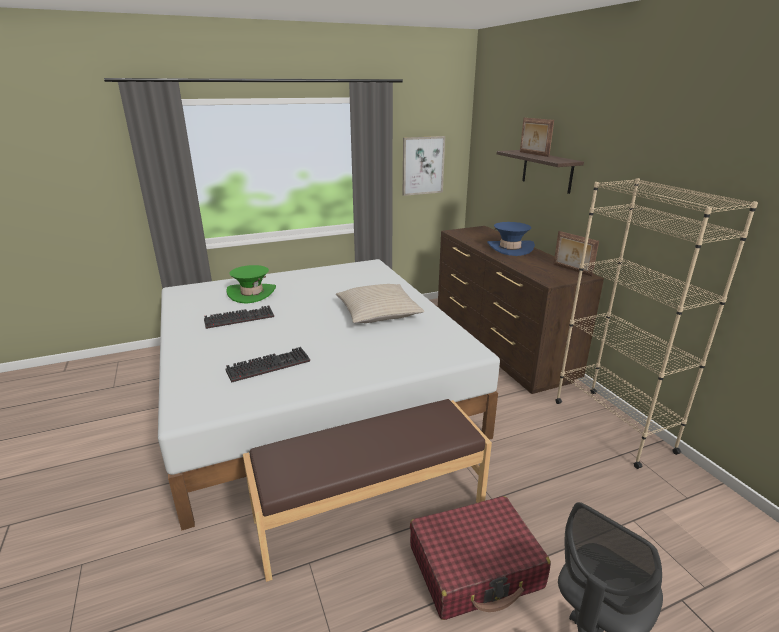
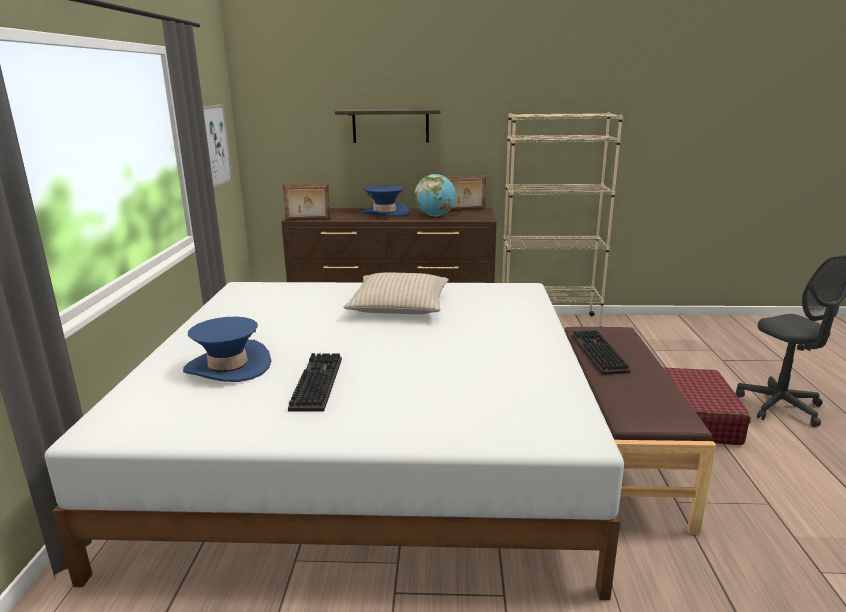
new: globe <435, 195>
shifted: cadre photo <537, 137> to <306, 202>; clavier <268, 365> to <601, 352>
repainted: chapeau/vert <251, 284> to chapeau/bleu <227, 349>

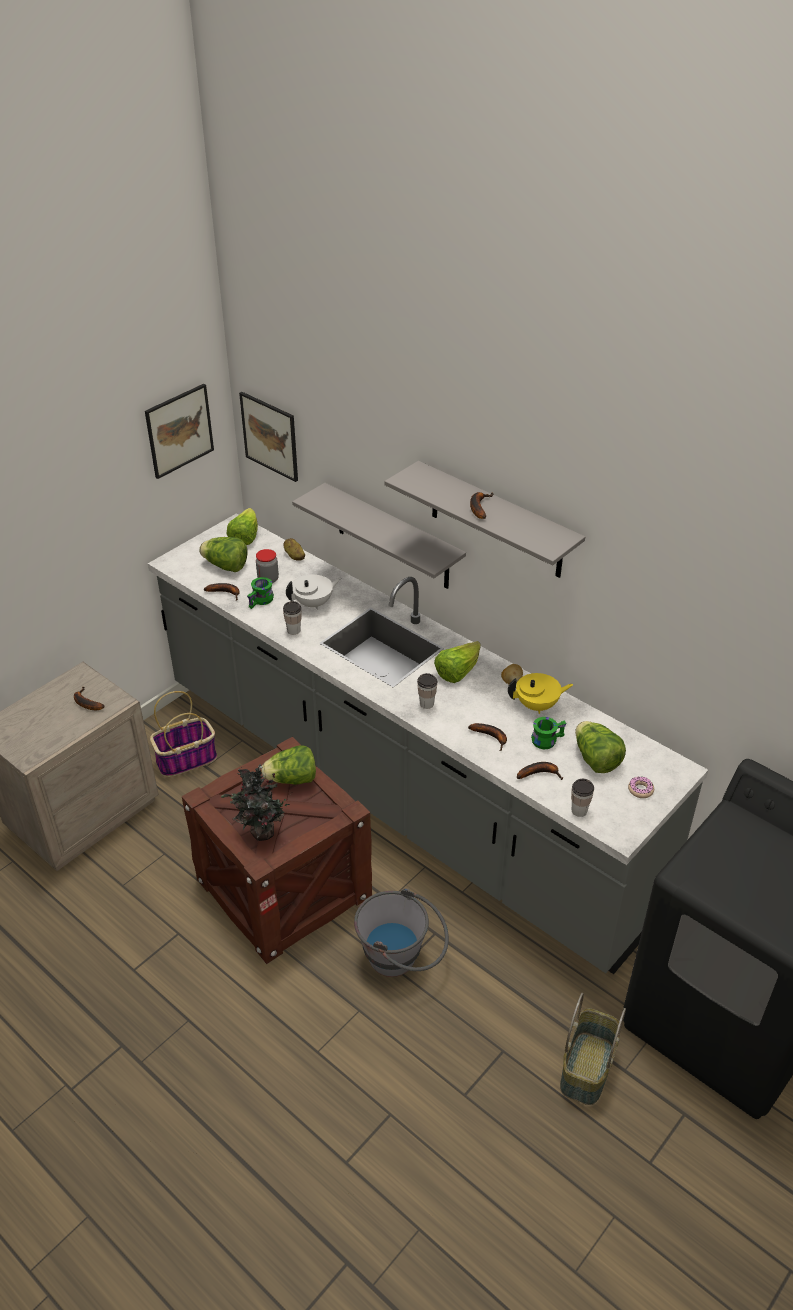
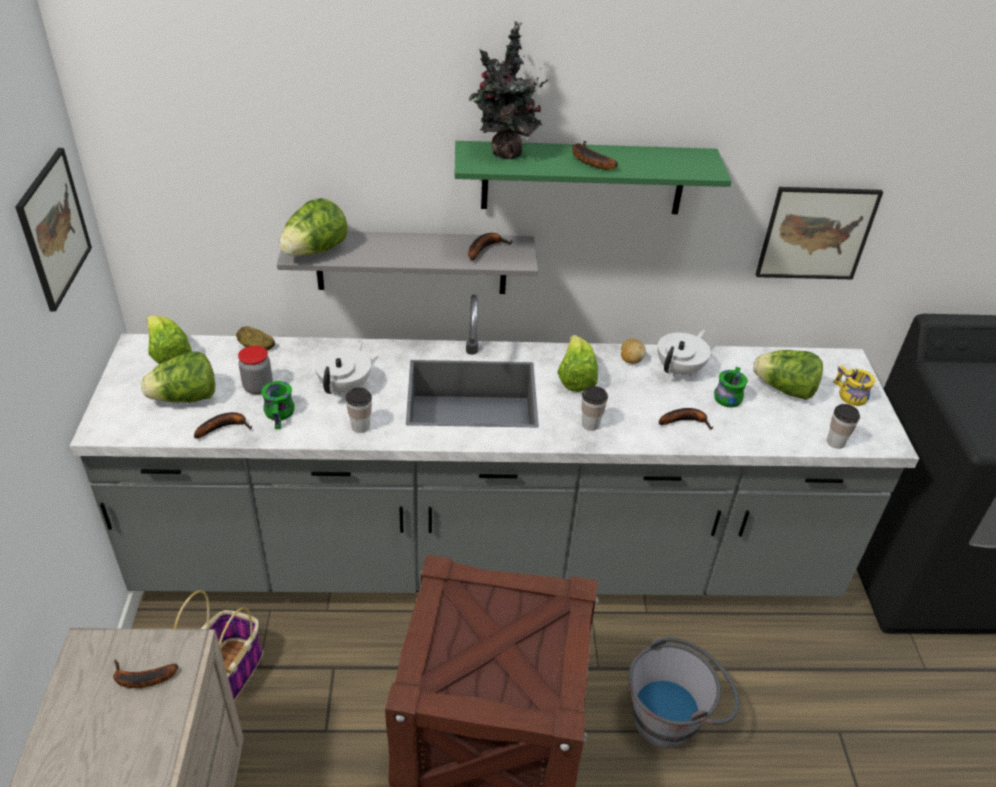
gone: panier <593, 1049>
shifted: tableau <268, 437> to <819, 233>; laitue <288, 765> to <313, 227>; banane <540, 771> to <490, 246>; plante en pot <257, 802> to <508, 90>
swapped: beignet <641, 787> to mug/jaune <854, 386>
repainted: étagère/gris <485, 519> to étagère/vert <592, 177>; théière/jaune <540, 693> to théière/blanc <684, 353>

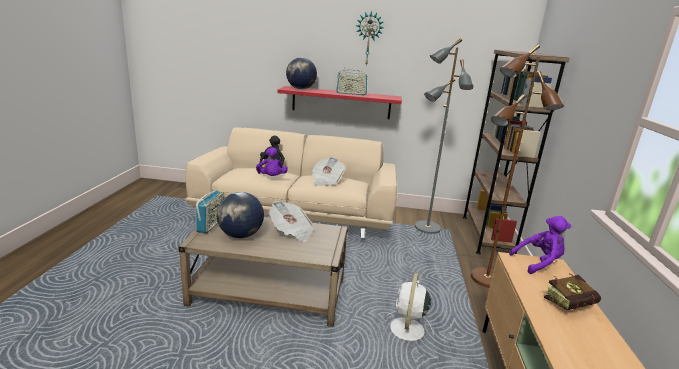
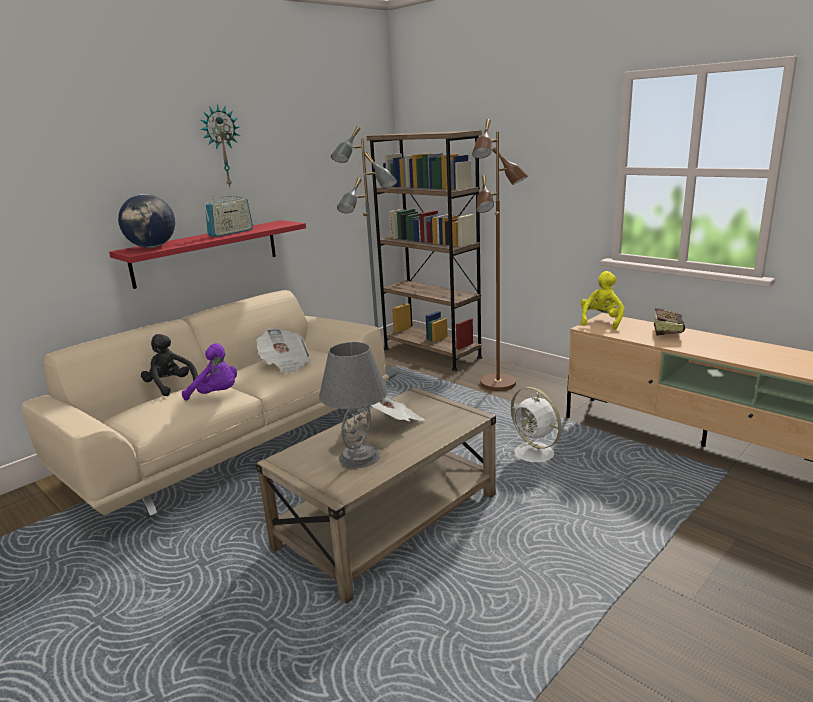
gone: radio <210, 212>
swapped: globe <240, 215> to lampe de table/gris <353, 405>
repainted: peluche/violet <540, 245> to peluche/jaune <602, 300>

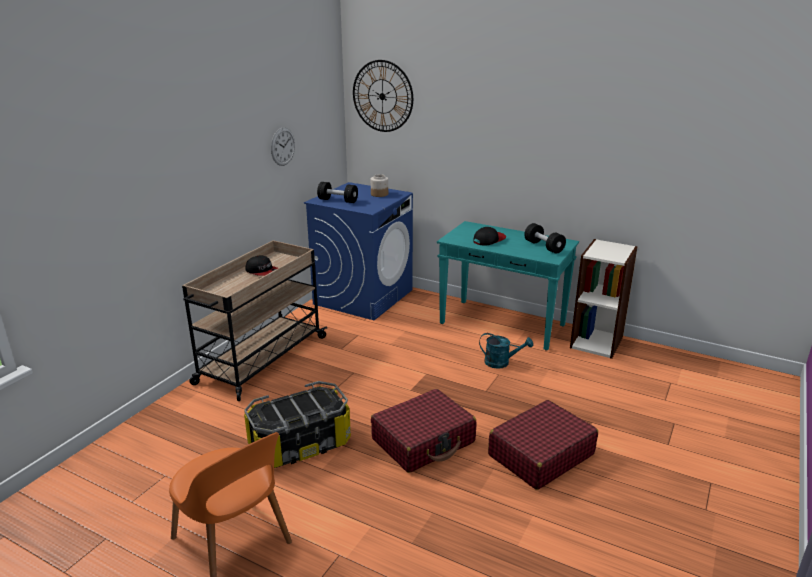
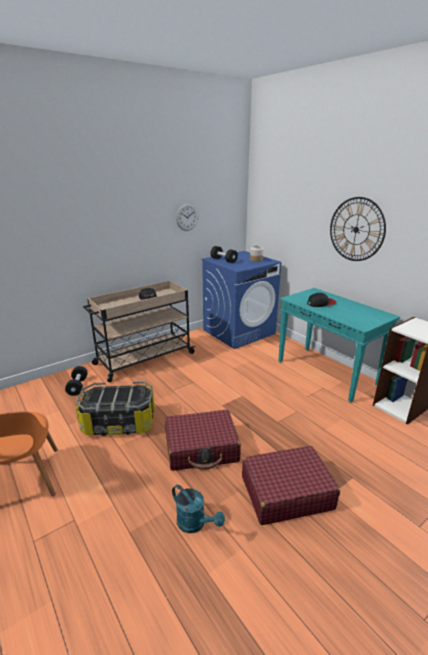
shifted: horloge murale <383, 96> to <358, 229>; haltère/noir <545, 238> to <76, 381>; arrosoir/turquoise <506, 351> to <198, 509>

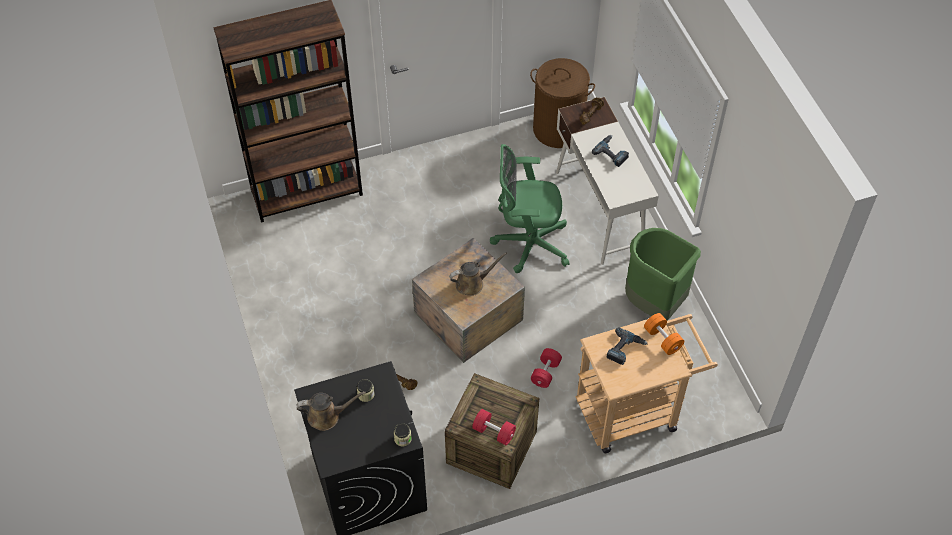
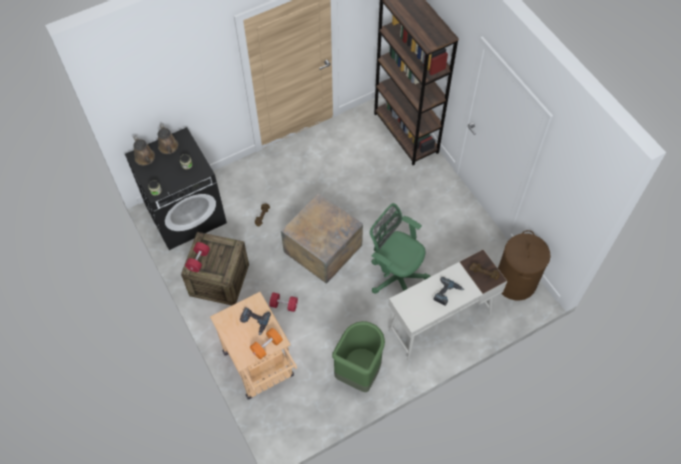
shifted: arrosoir/marron <478, 274> to <144, 150>
rotated: chaise de bureau/vert <530, 208> = <400, 248> 45 degrees counterclockwise

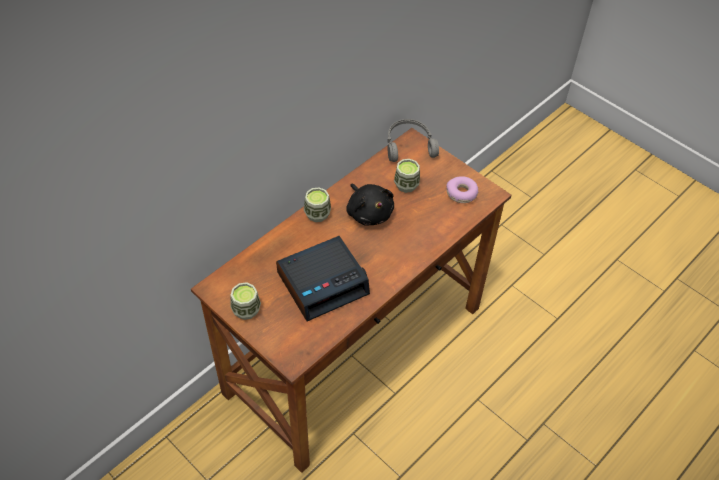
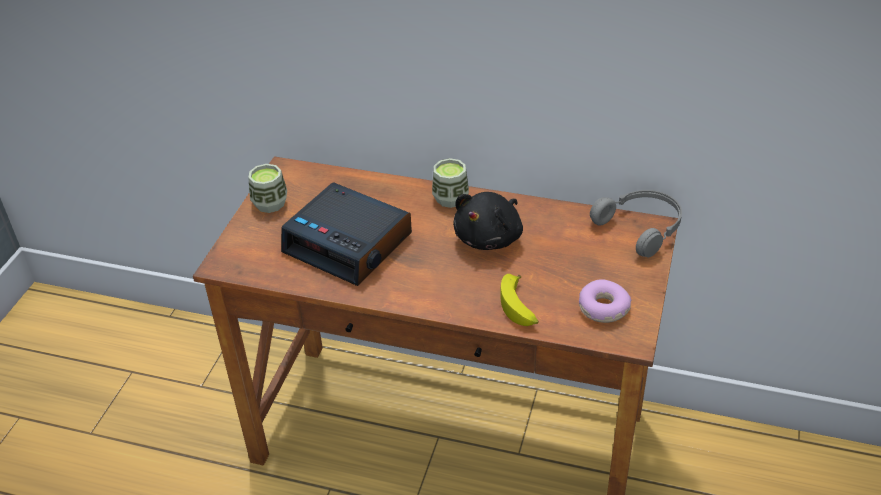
gone: tasse <407, 176>
new: banane <520, 300>

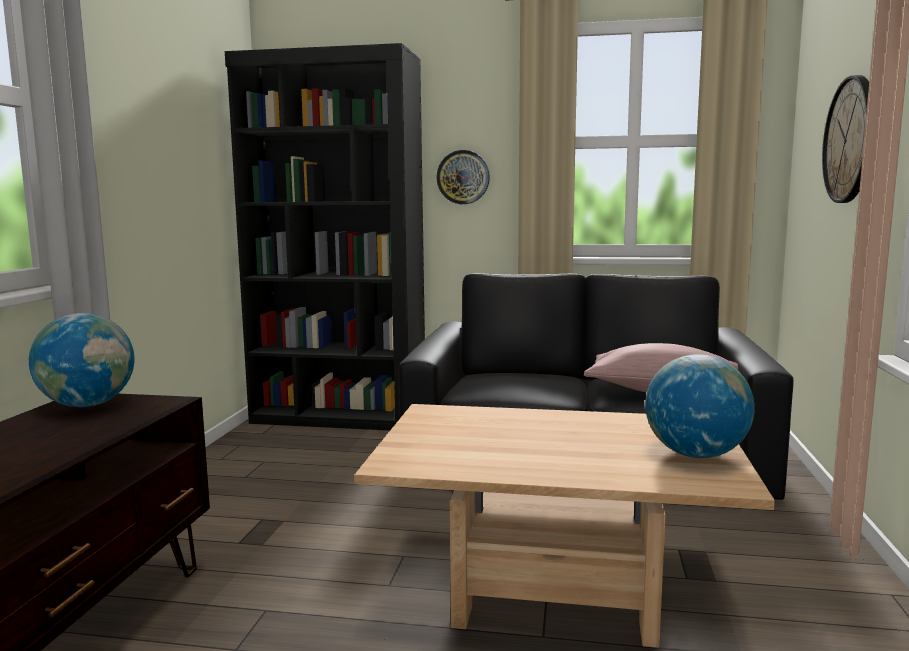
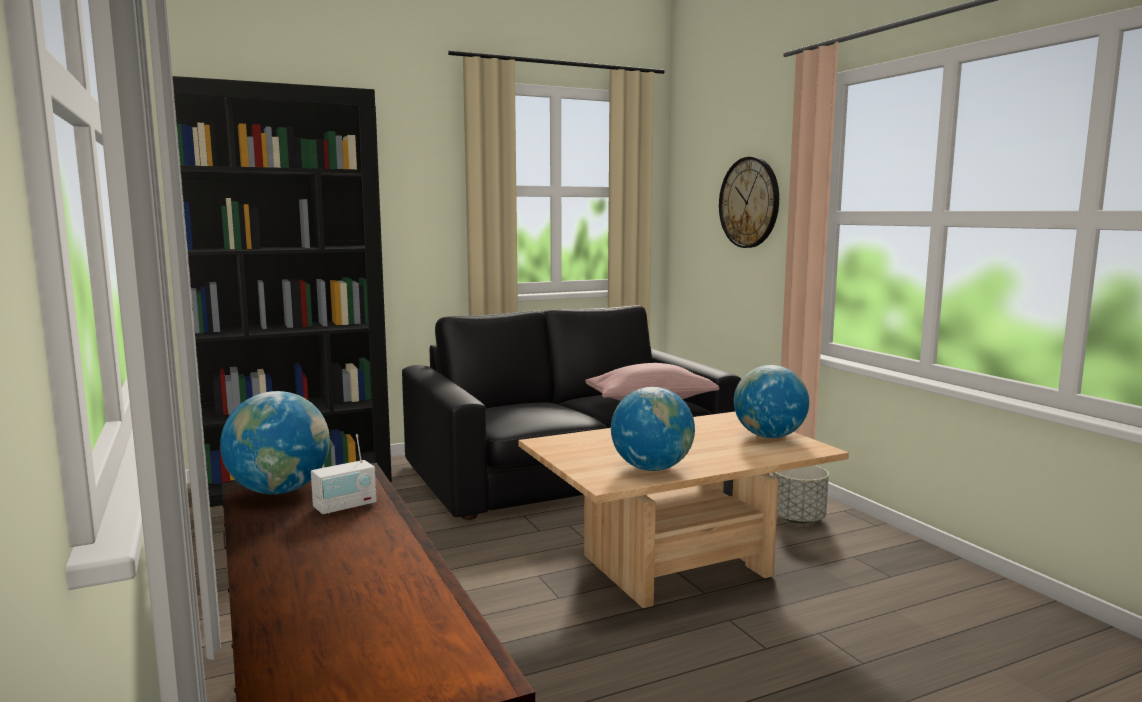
gone: horloge murale <463, 177>
new: globe <653, 429>; radio <344, 474>; cache-pot/gris <801, 494>

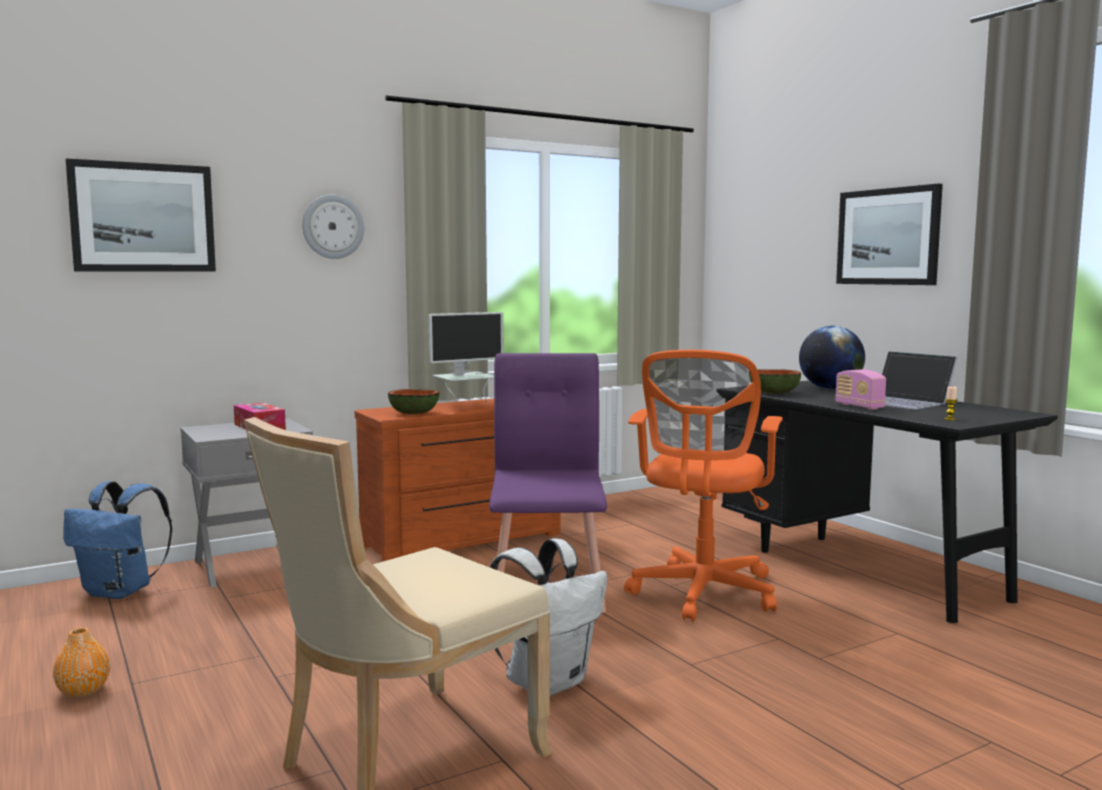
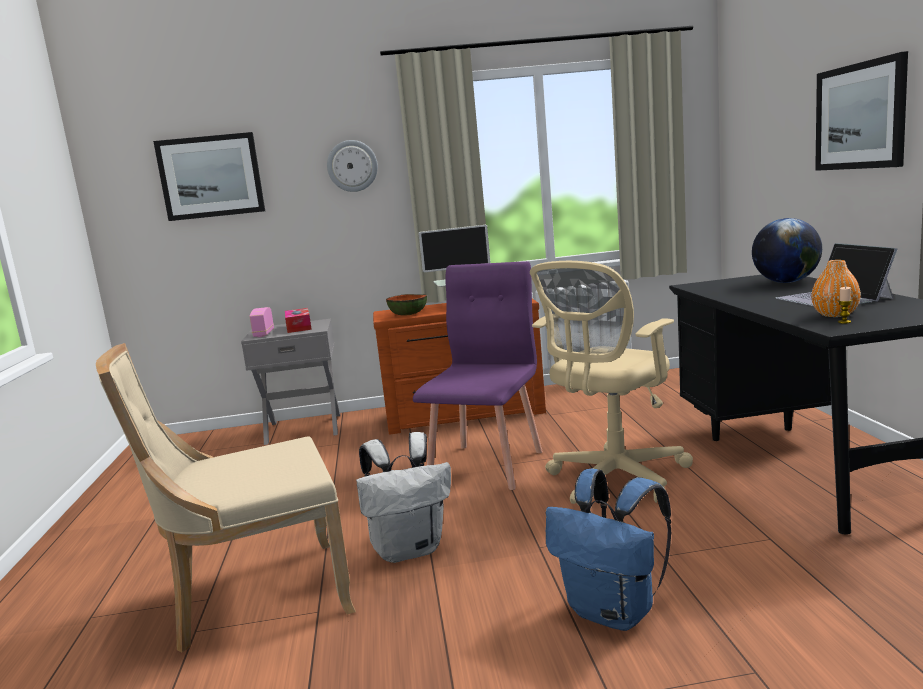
gone: bol <779, 381>
shifted: radio <860, 390> to <261, 322>; sac à dos/bleu <117, 540> to <608, 549>; vase/orange <81, 662> to <836, 288>
repainted: chaise de bureau/orange <703, 485> to chaise de bureau/beige <611, 383>

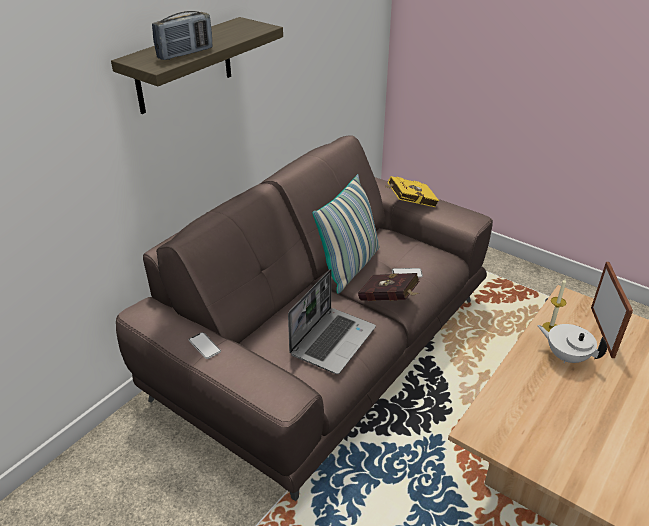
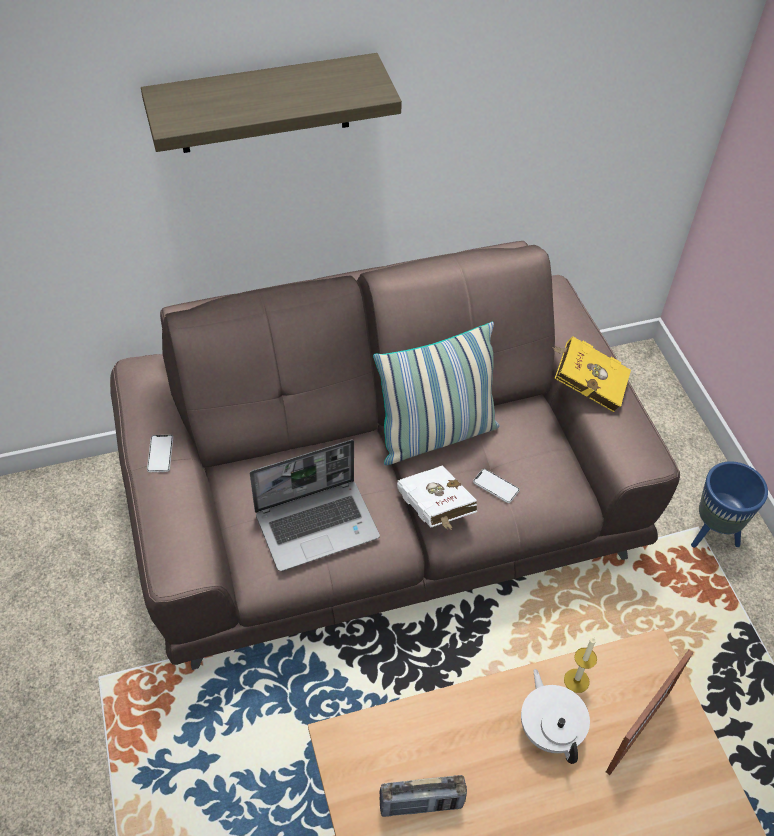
new: cache-pot/bleu <729, 504>
shifted: radio <182, 35> to <423, 796>
repainted: livre/rouge <389, 287> to livre/blanc <437, 497>

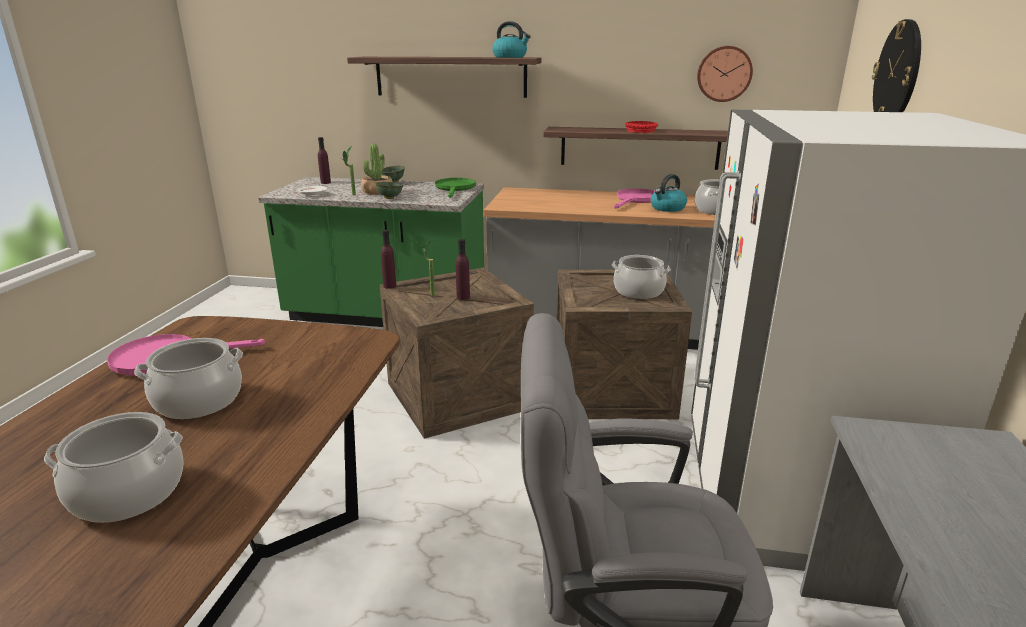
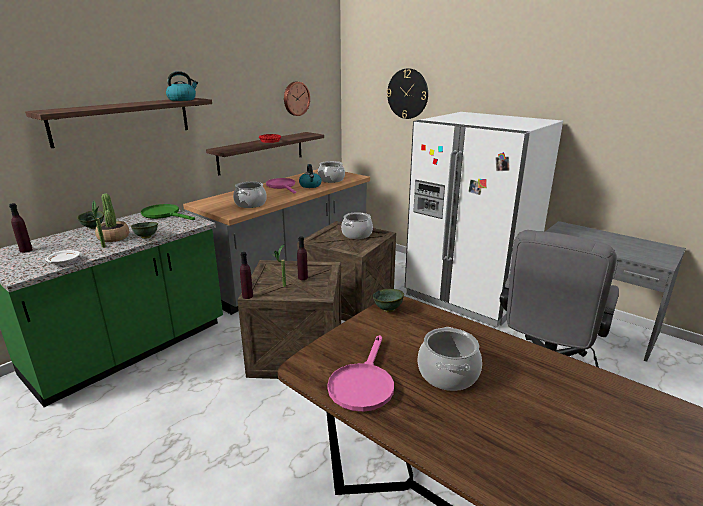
new: bol/vert <388, 300>
shifted: marmite <114, 467> to <250, 195>

